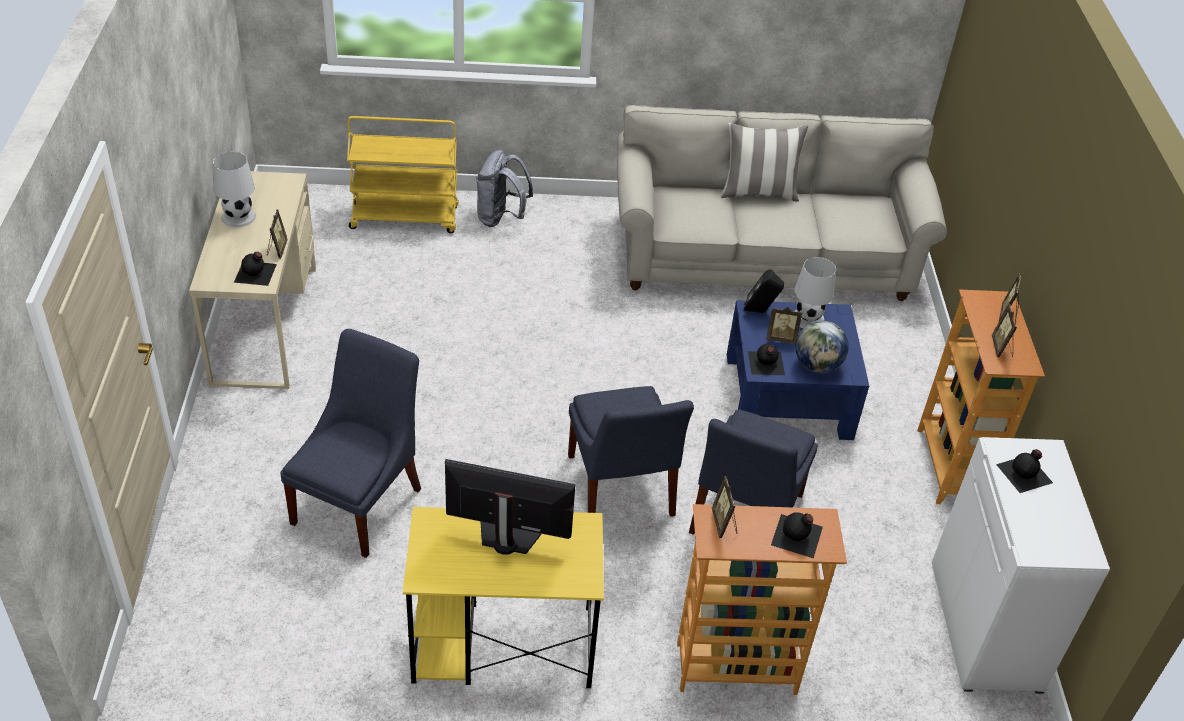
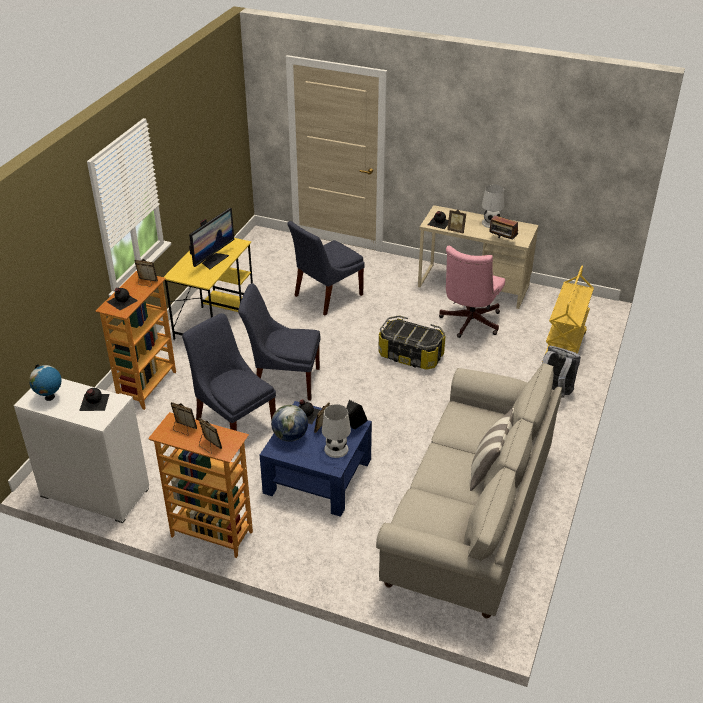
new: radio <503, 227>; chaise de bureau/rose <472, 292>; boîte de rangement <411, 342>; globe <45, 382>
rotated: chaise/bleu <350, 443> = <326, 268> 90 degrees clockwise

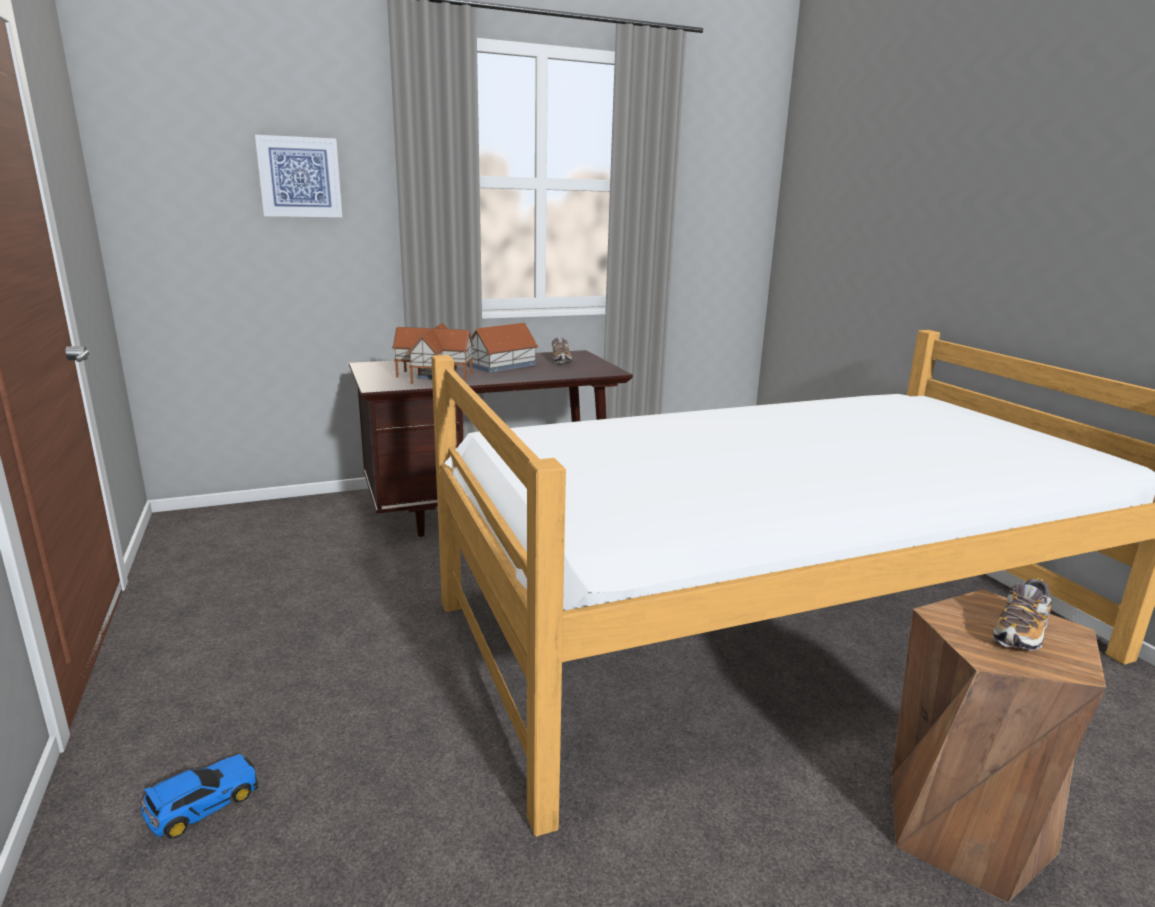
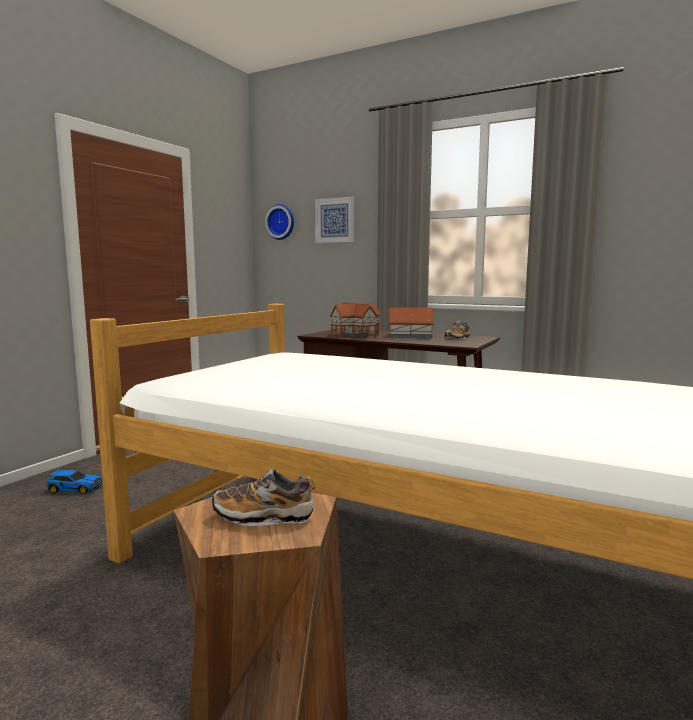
new: horloge murale <279, 222>

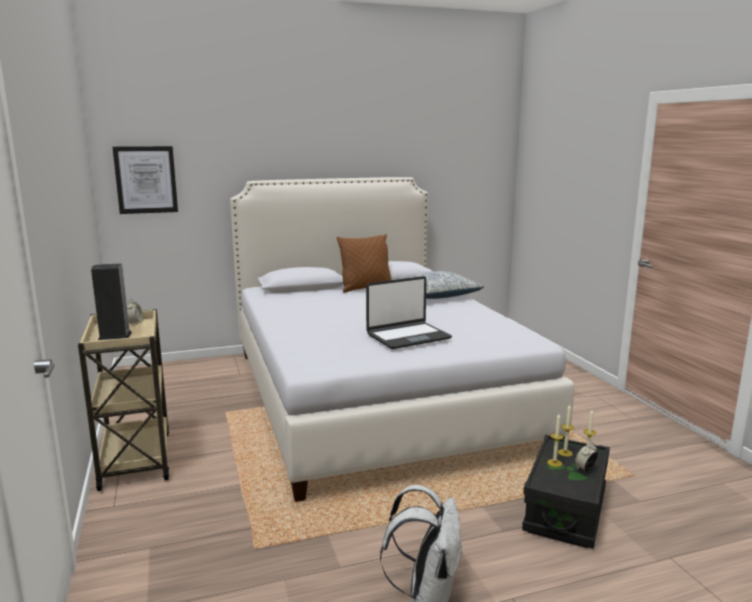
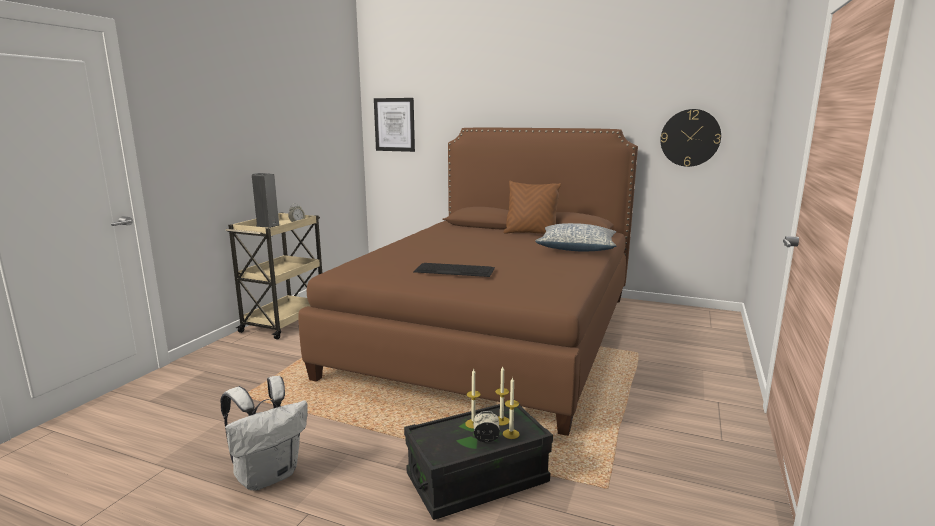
new: horloge murale <690, 138>
swapped: ordinateur portable <409, 312> to clavier <454, 270>
repainted: lit/blanc <402, 339> to lit/marron <468, 282>

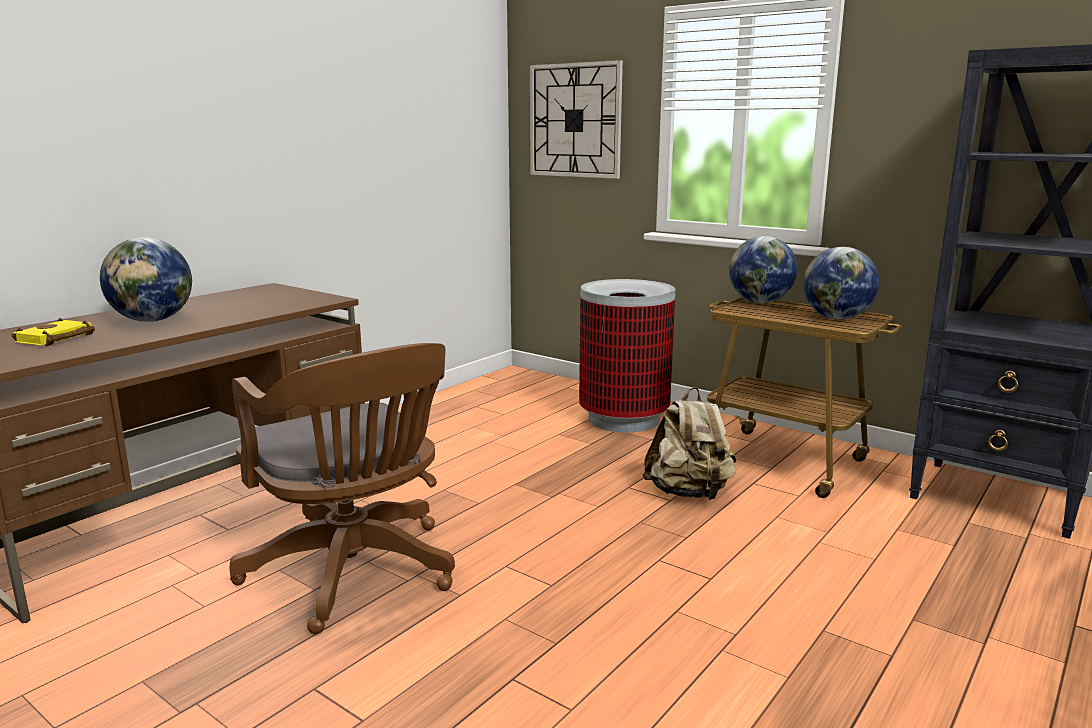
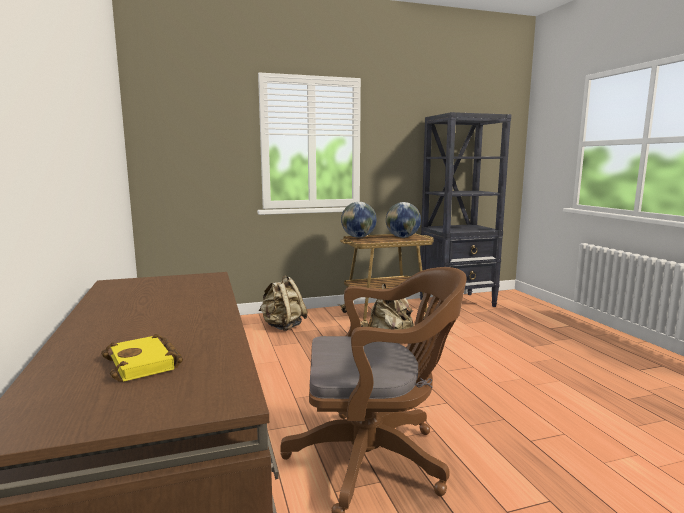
gone: horloge murale <576, 119>; globe <146, 279>
swapped: poubelle <627, 356> to sac à dos/beige <283, 303>

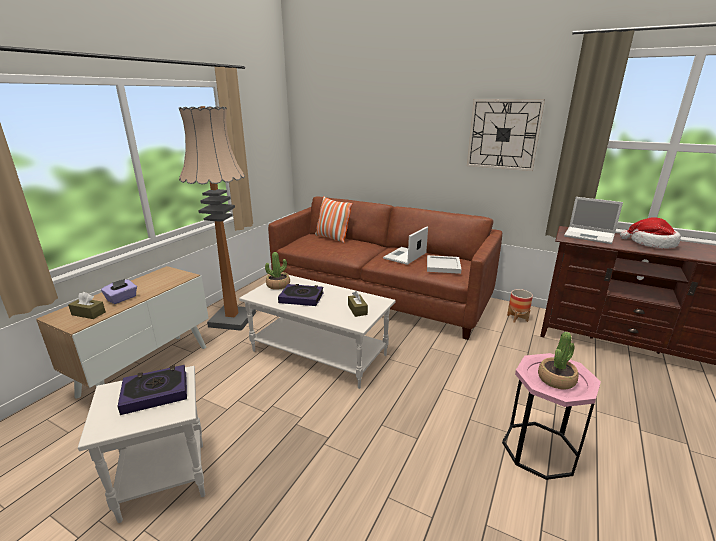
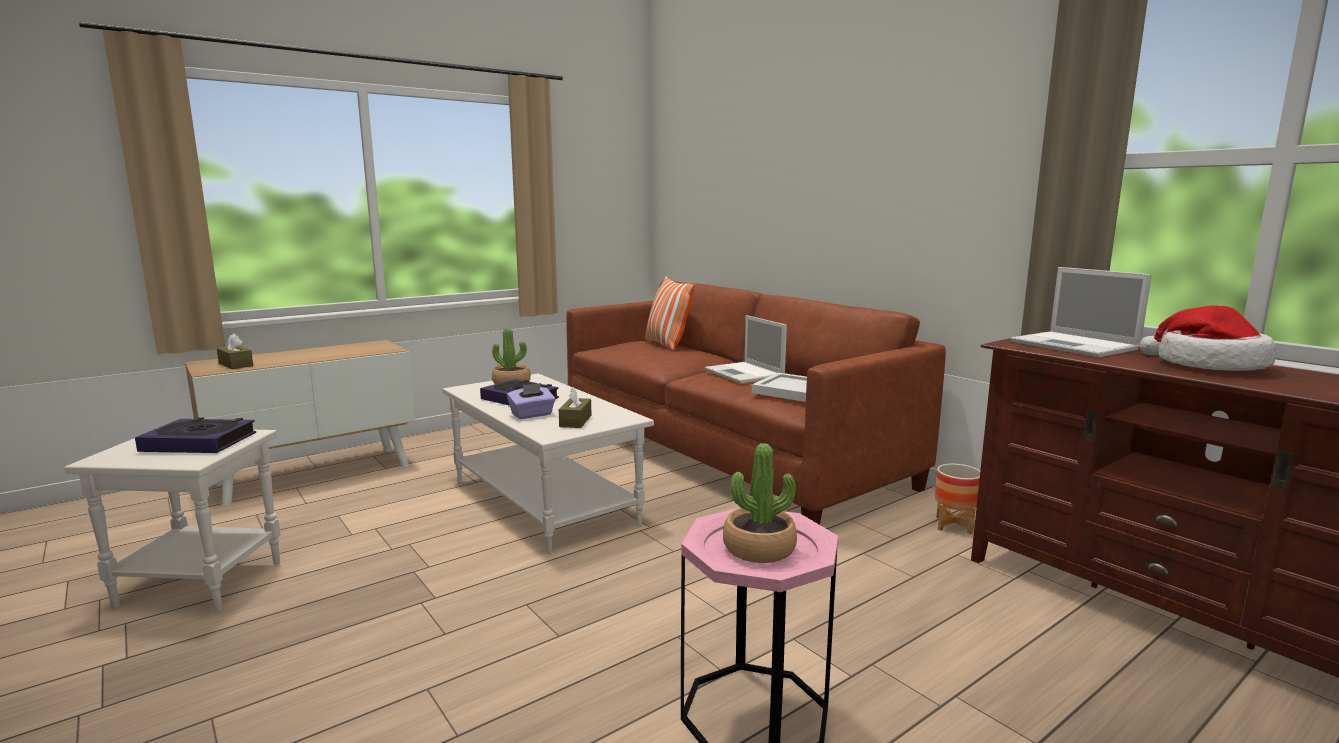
gone: horloge murale <506, 135>; lampadaire <217, 218>
shifted: boîte à mouchoirs/violet <119, 291> to <531, 401>
rotated: ordinateur portable <405, 245> = <745, 349> 90 degrees counterclockwise

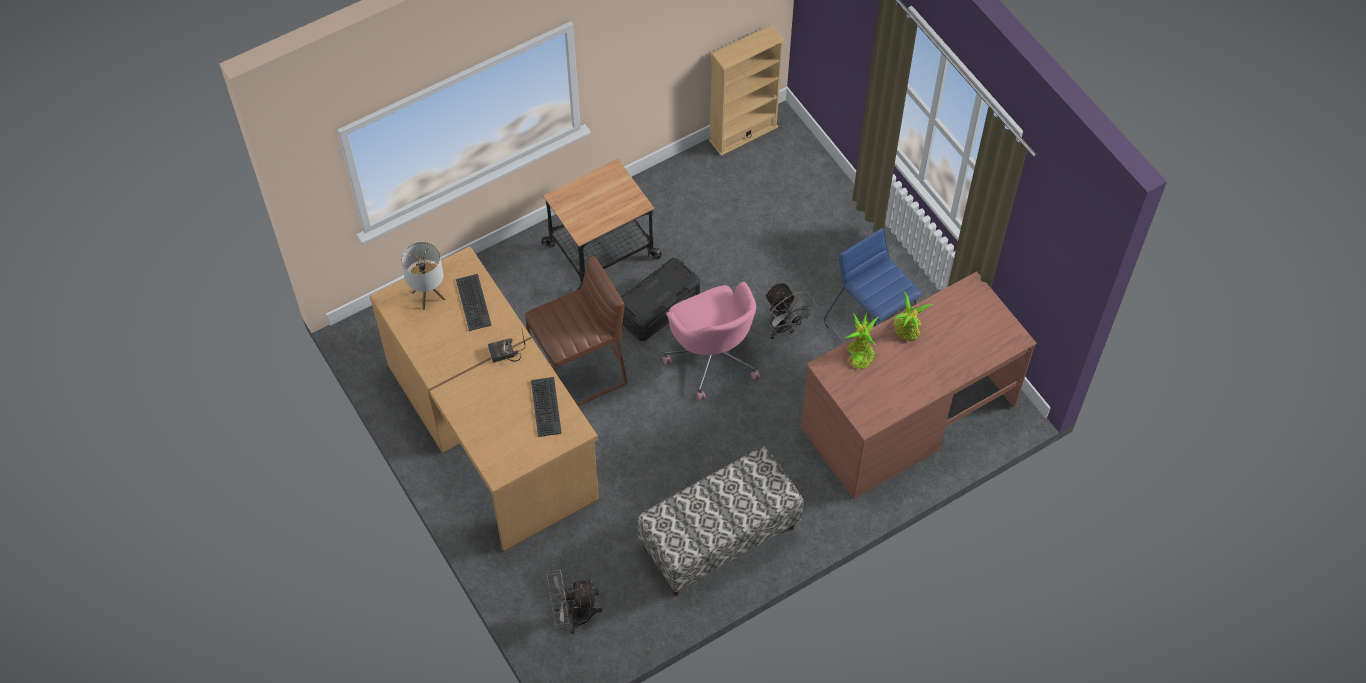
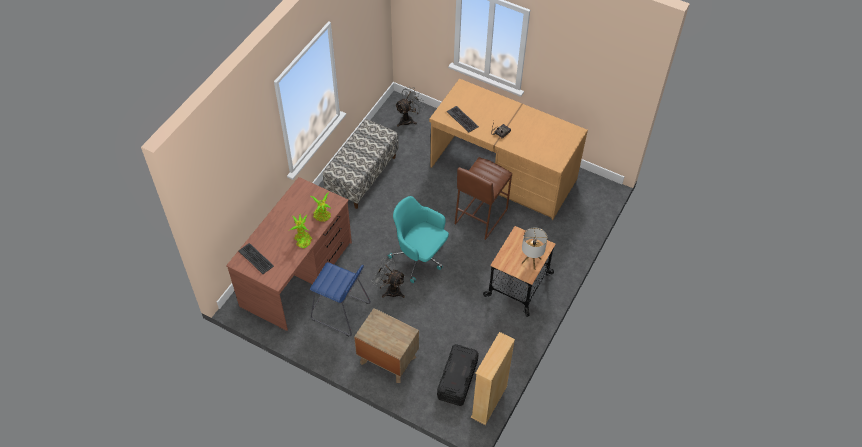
new: table de chevet/marron <386, 345>
shifted: lampe de table <423, 276> to <534, 248>; boîte de rangement/noir <660, 299> to <458, 375>; clavier <473, 302> to <256, 258>
repainted: chaise de bureau/rose <711, 341> to chaise de bureau/turquoise <418, 239>

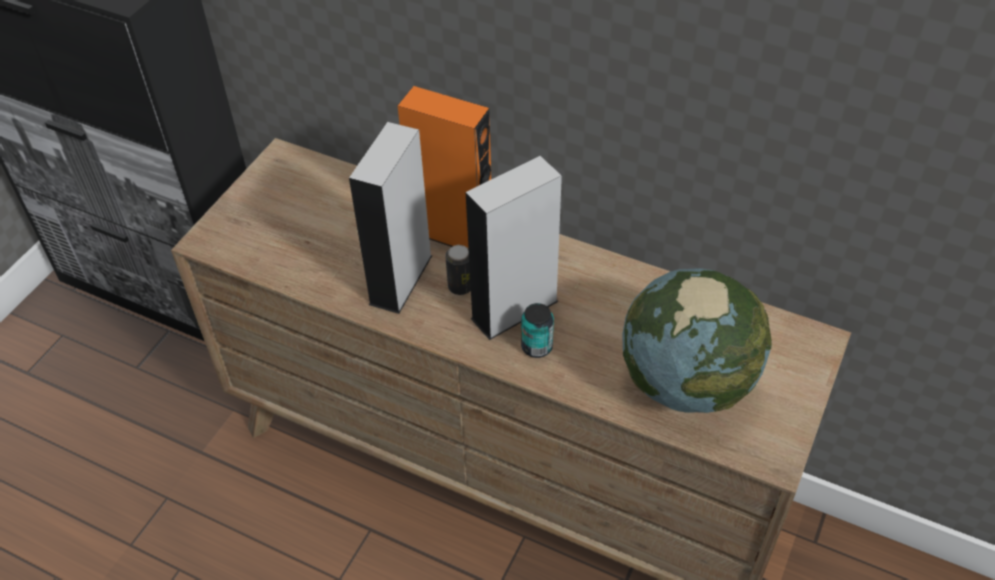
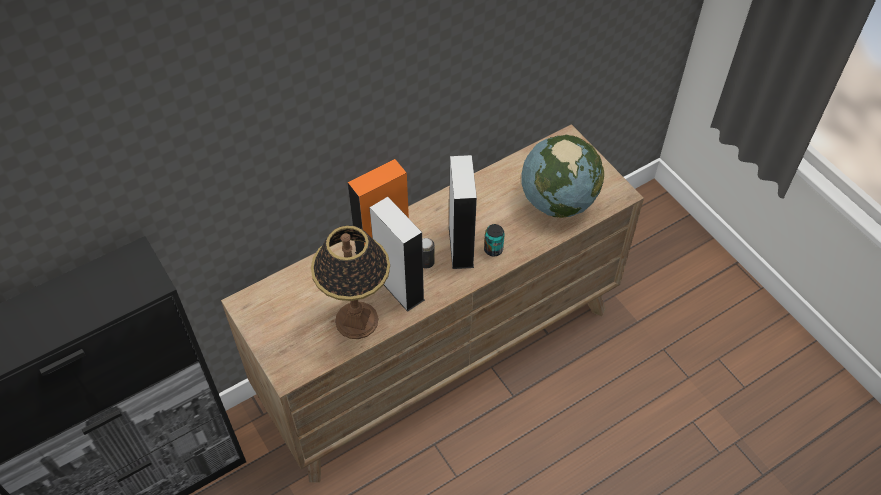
new: lampe de table <350, 282>

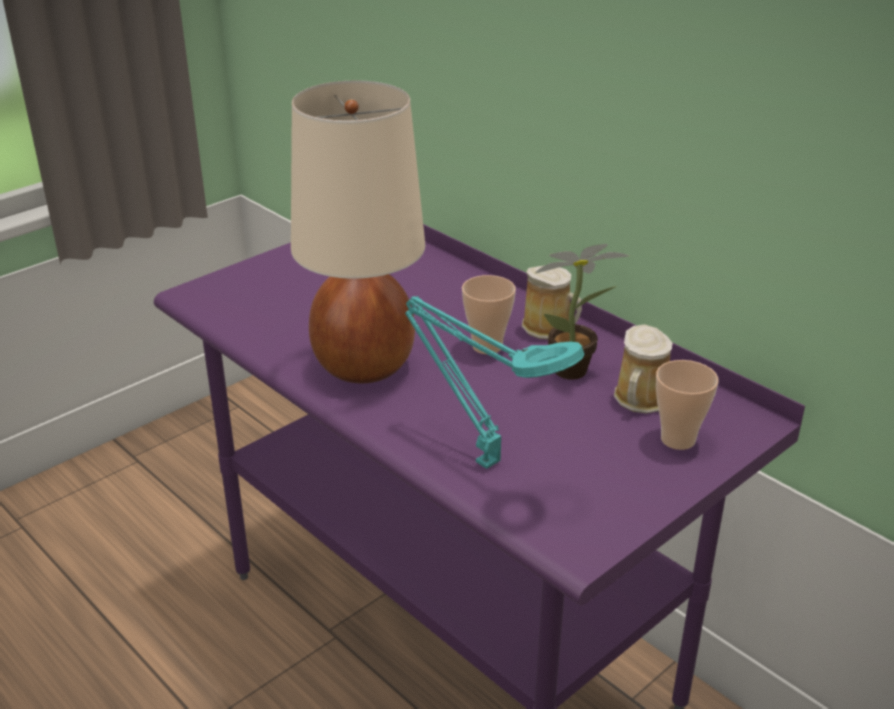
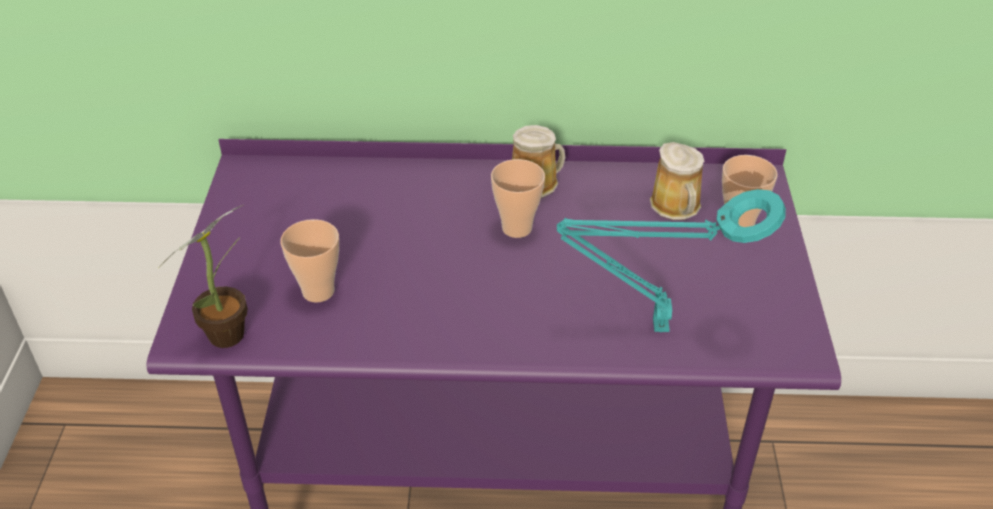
gone: lampe de table/beige <358, 232>
new: tasse <309, 260>
shifted: plante en pot <582, 312> to <204, 276>

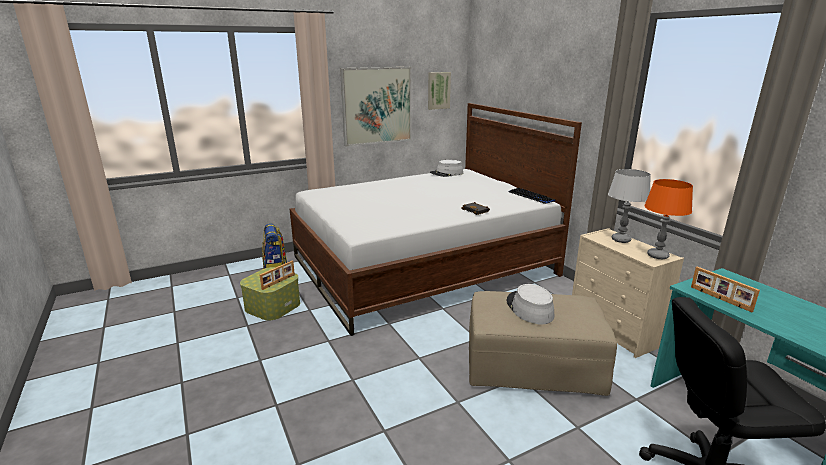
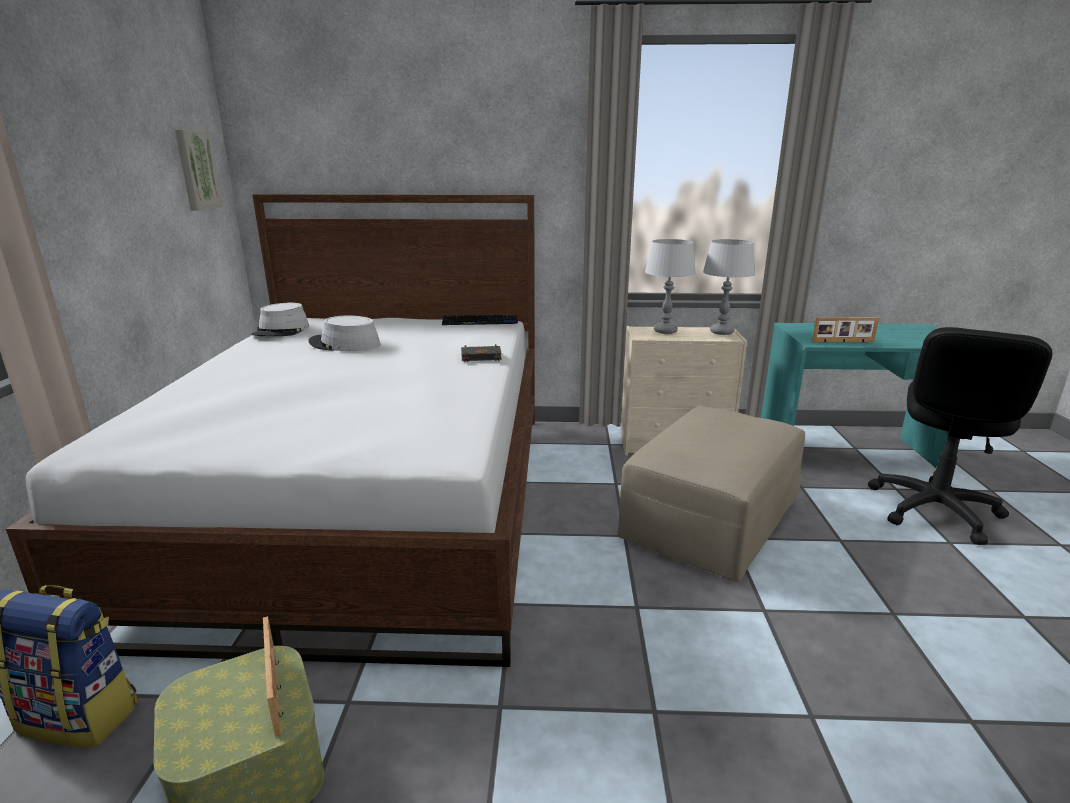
gone: tableau <375, 106>
shifted: chapeau/gris <530, 304> to <344, 333>
repainted: lampe de table/orange <668, 219> to lampe de table/gris <729, 287>

